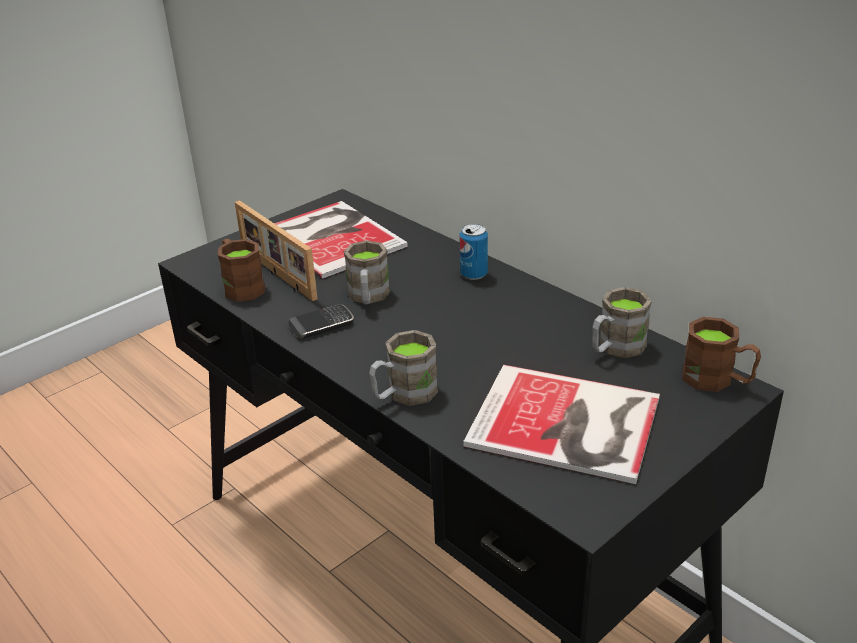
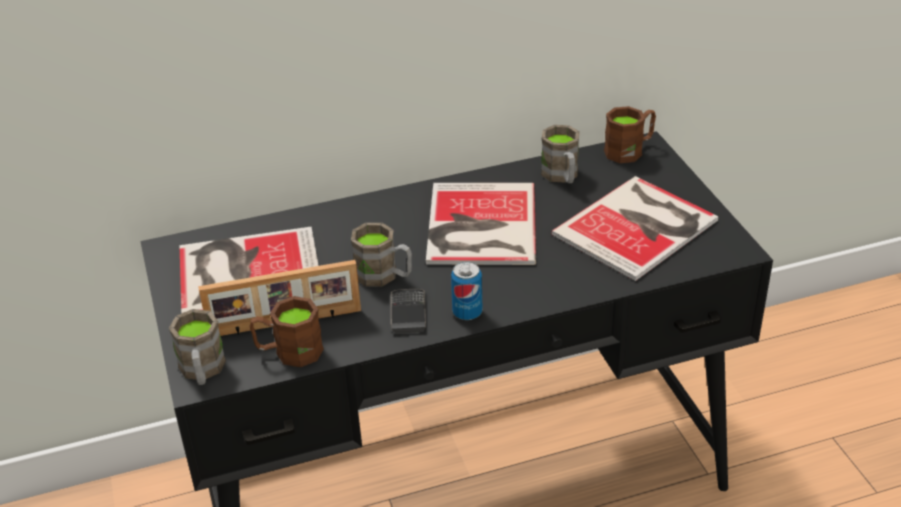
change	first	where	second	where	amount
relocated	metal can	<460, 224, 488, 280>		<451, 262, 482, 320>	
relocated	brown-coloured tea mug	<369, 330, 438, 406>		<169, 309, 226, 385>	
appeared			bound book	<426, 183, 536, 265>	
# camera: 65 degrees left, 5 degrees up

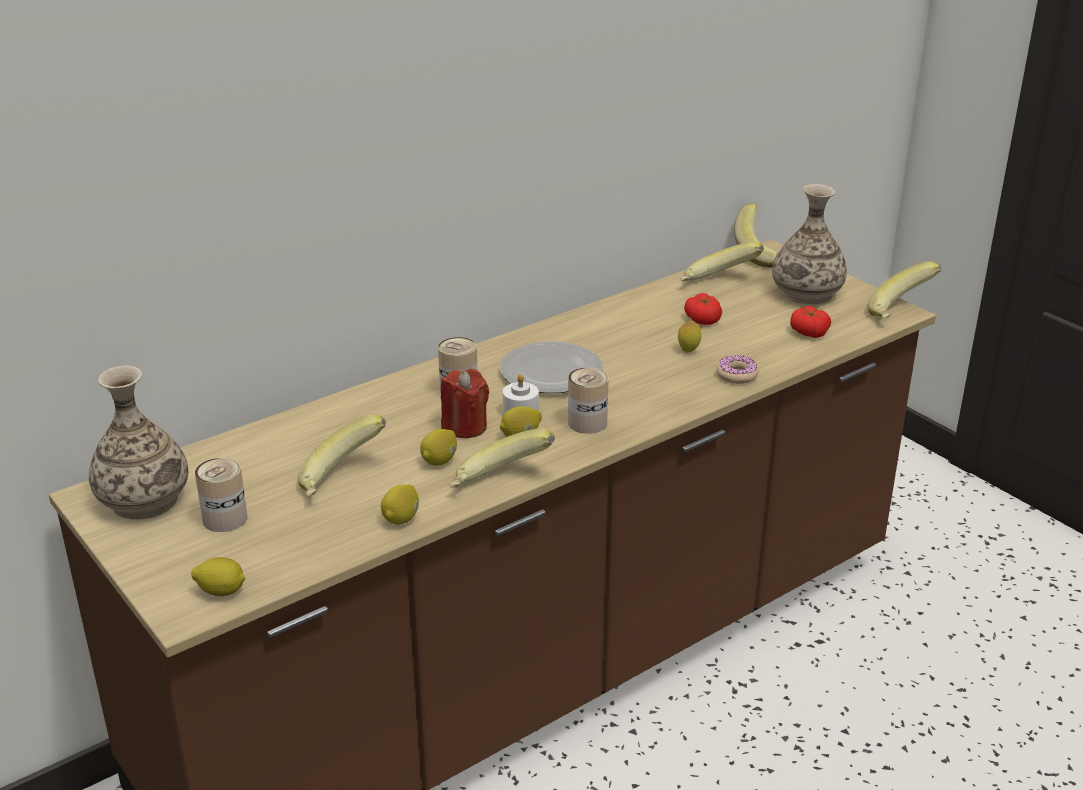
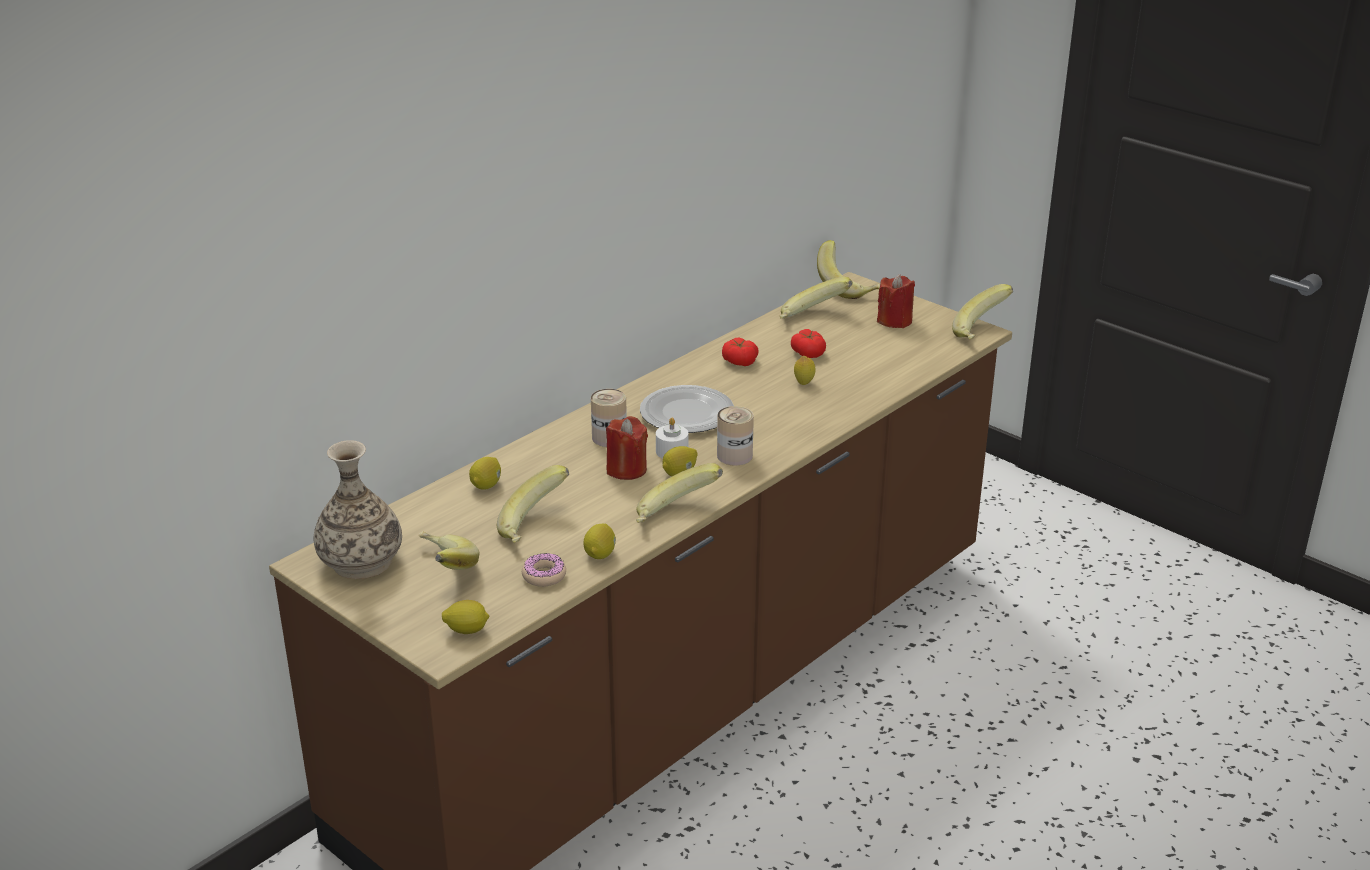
change	first	where	second	where	amount
exchanged	vase	<772, 184, 847, 304>	reddish wax candle	<877, 274, 915, 328>	
relocated	fresh tomato	<790, 306, 831, 338>		<722, 338, 759, 366>	
relocated	doughnut	<717, 355, 759, 384>		<522, 553, 566, 587>	
relocated	whole lemon	<420, 429, 457, 466>		<469, 457, 501, 490>	
exchanged	metal can	<195, 458, 248, 532>	whole banana	<419, 531, 479, 570>	
# camera: 10 degrees left, 0 degrees up

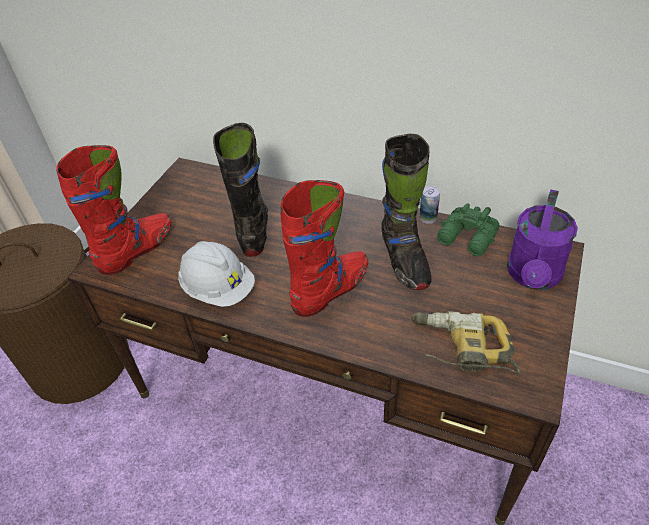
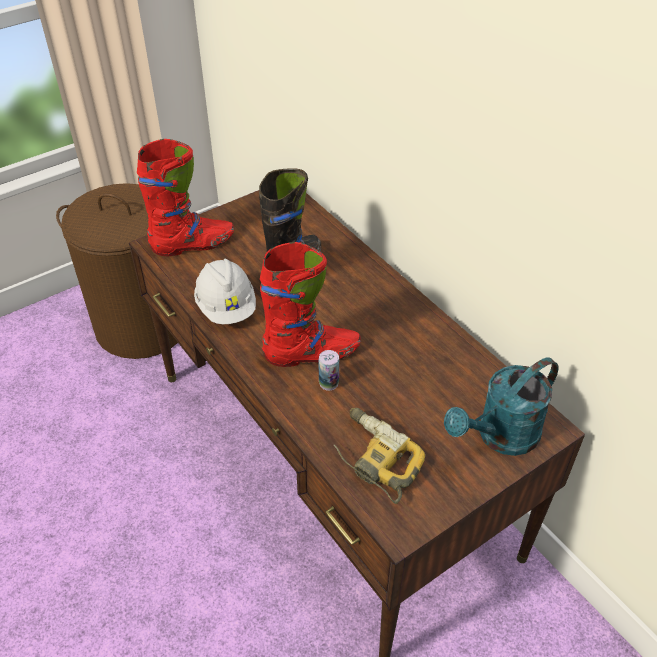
change	first	where	second	where	amount
missing	black high-top boot	<381, 134, 431, 290>			
relocated	metal can	<420, 186, 440, 224>		<319, 350, 339, 391>	
colour	purple watering can	<507, 189, 578, 290>	turquoise-coloured watering can	<444, 357, 559, 456>	
missing	green binoculars	<437, 203, 500, 256>			
# camera: 30 degrees right, 0 degrees up

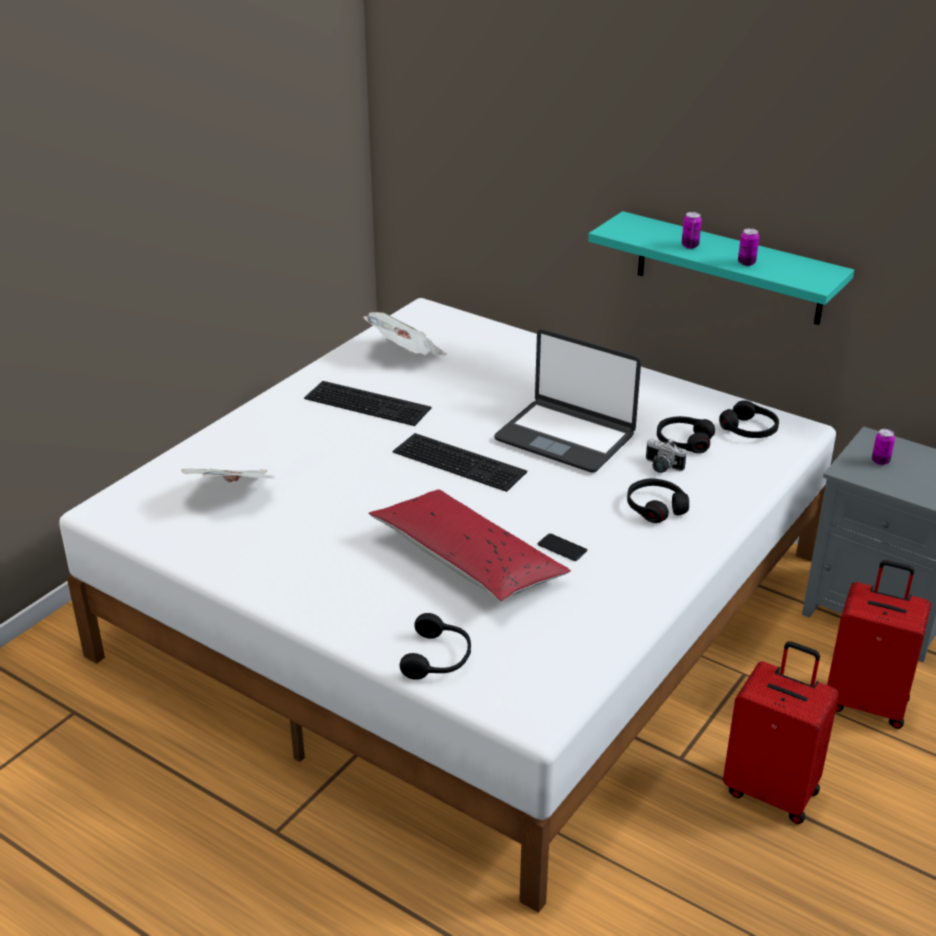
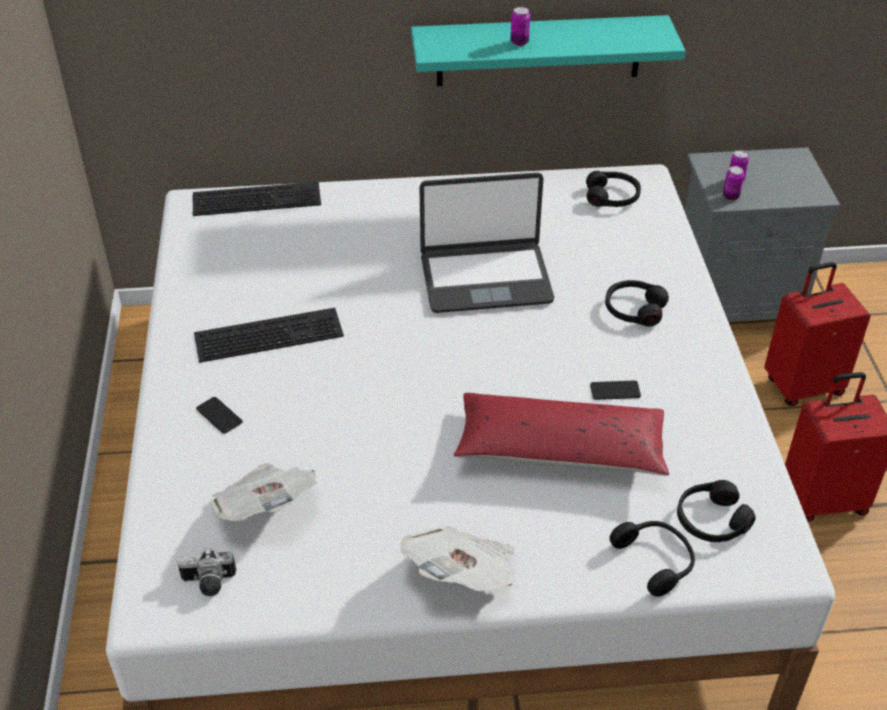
change	first	where	second	where	amount
relocated	metal can	<738, 228, 759, 266>		<723, 166, 744, 201>	
relocated	daily paper	<363, 312, 447, 356>		<401, 526, 516, 591>	
relocated	black headphones	<657, 416, 715, 454>		<677, 480, 756, 542>	
relocated	keyboard	<393, 433, 527, 492>		<193, 182, 321, 216>	
relocated	photo camera	<646, 439, 687, 473>		<178, 548, 237, 596>	
appeared			telephone	<196, 397, 243, 434>	
# camera: 40 degrees left, 10 degrees up

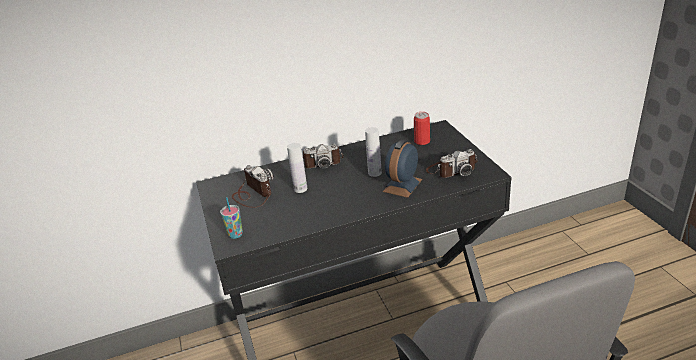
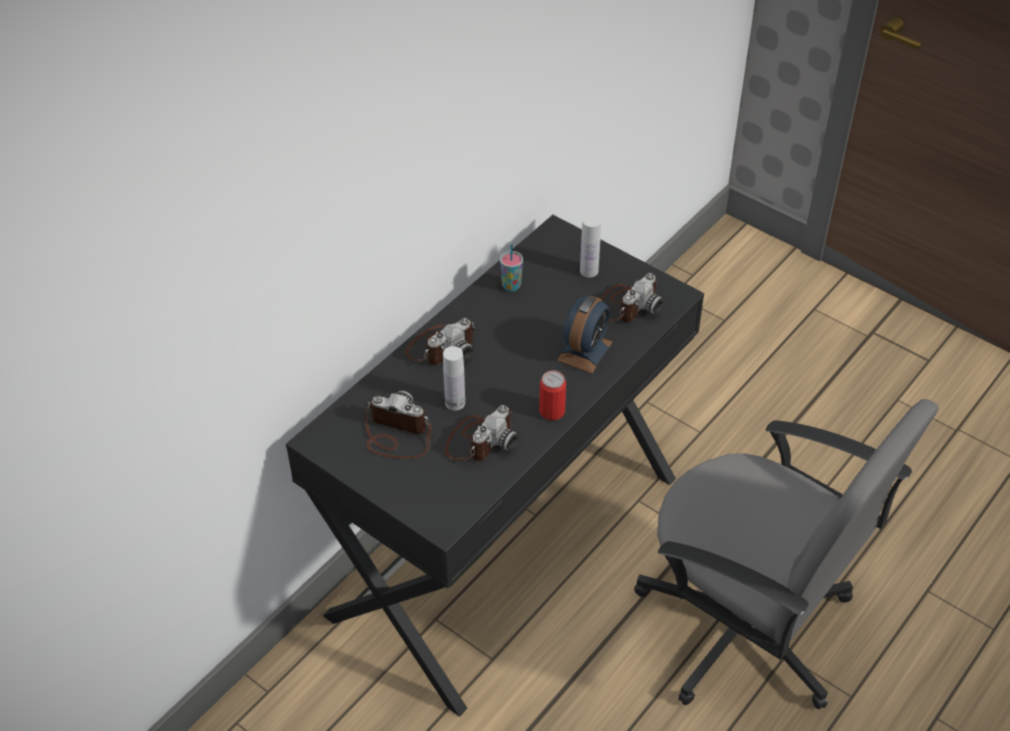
change	first	where	second	where	amount
relocated	metal can	<414, 112, 430, 145>		<539, 370, 566, 420>	
relocated	whitish drink bottle	<365, 127, 382, 177>		<580, 215, 601, 278>	
spun	table clock	<383, 140, 422, 198>		<557, 296, 612, 374>	150 degrees counterclockwise
relocated	small cup	<220, 197, 243, 239>		<500, 244, 523, 292>	
appeared			photo camera	<445, 405, 518, 461>	
# camera: 35 degrees left, 15 degrees up

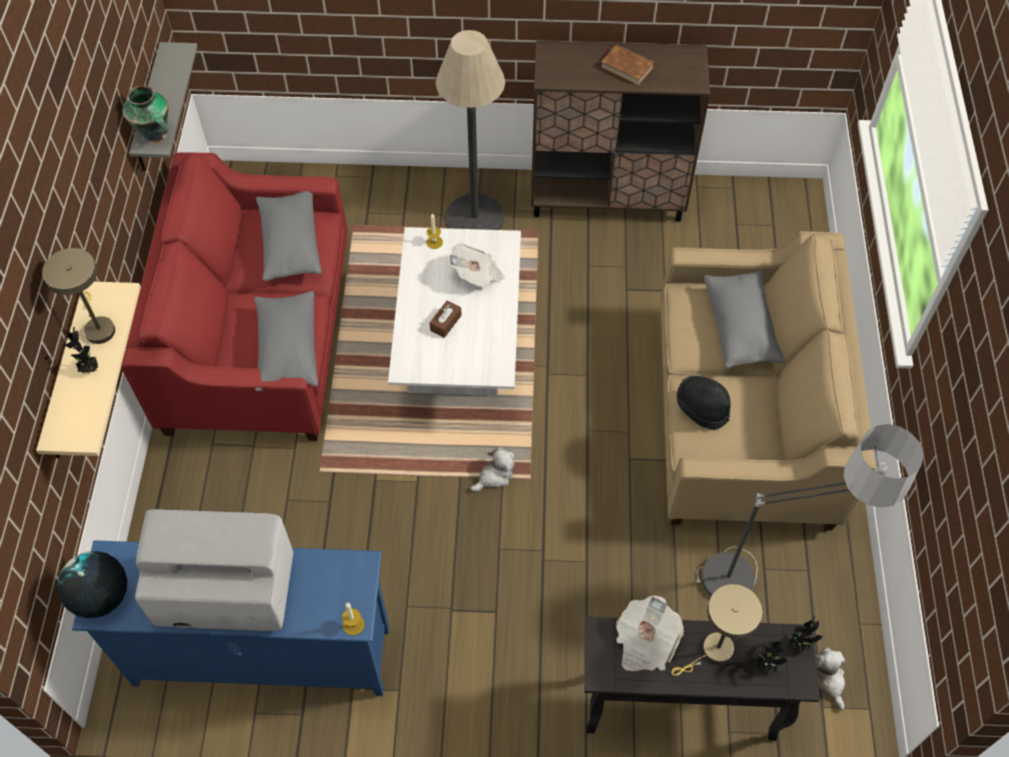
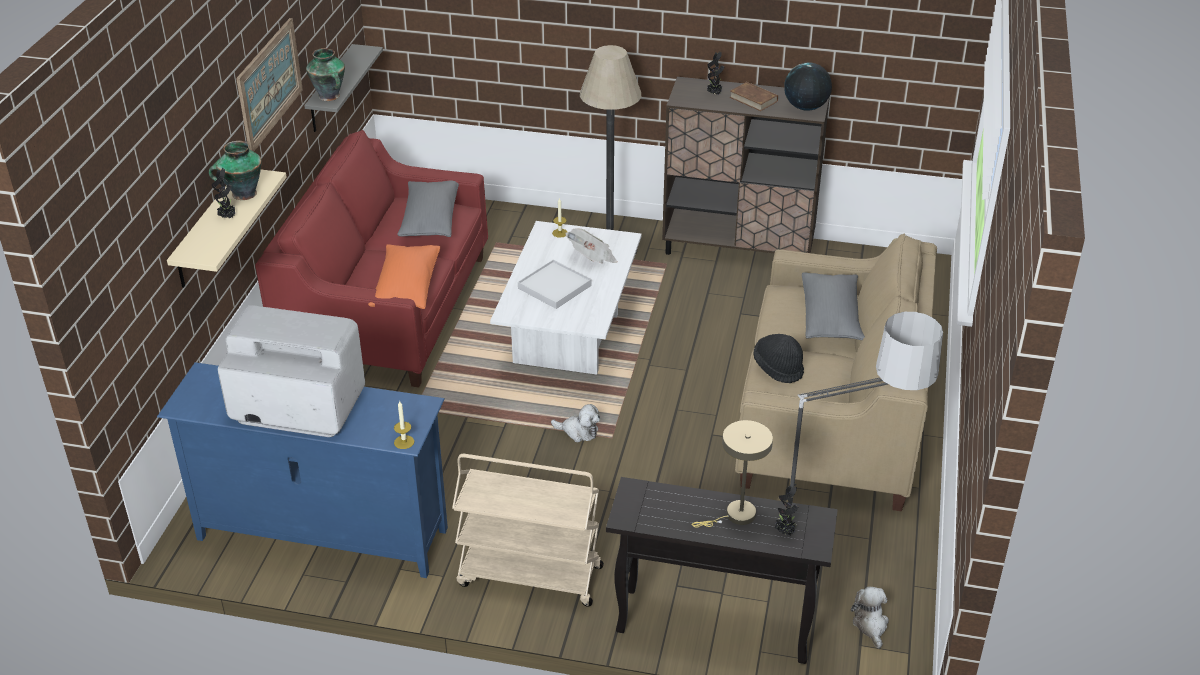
change	first	where	second	where	amount
exchanged	beige-coloured lamp for a table	<42, 248, 115, 344>	vase	<209, 141, 262, 200>	
colour	grey cushion	<254, 291, 318, 391>	orange-coloured cushion	<368, 244, 440, 309>	
exchanged	brown-coloured tissue holder	<430, 301, 462, 338>	whitish carrying tray	<518, 260, 591, 309>	
spun	plush toy	<470, 447, 515, 492>		<551, 404, 600, 442>	45 degrees clockwise
relocated	desk globe	<57, 551, 127, 618>		<784, 63, 832, 111>	
missing	daily paper	<616, 596, 684, 671>			
relocated	plant in a pot	<789, 615, 822, 653>		<707, 51, 725, 95>	
appeared			wall art	<236, 18, 303, 152>	
appeared			beige-coloured cart	<452, 454, 604, 607>	
# camera: 10 degrees right, 20 degrees down

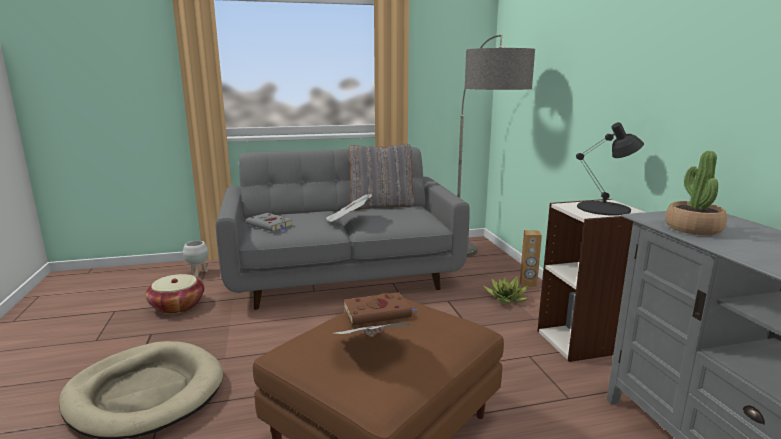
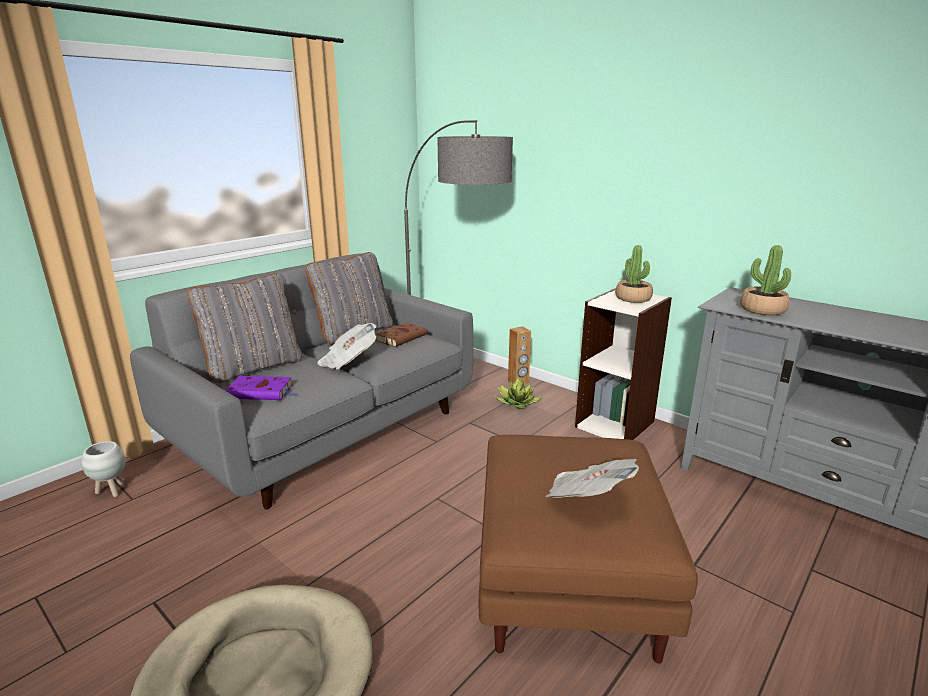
change	first	where	second	where	amount
exchanged	black lamp for a table	<576, 122, 644, 216>	plant in a pot	<616, 245, 653, 303>	
colour	grey bound book	<247, 213, 293, 232>	purple bound book	<225, 376, 296, 400>	
missing	household basket	<145, 274, 204, 314>			
relocated	brown-coloured bound book	<344, 292, 417, 325>		<376, 323, 427, 347>	
appeared			grey cushion	<187, 273, 302, 383>	
# camera: 35 degrees left, 5 degrees up

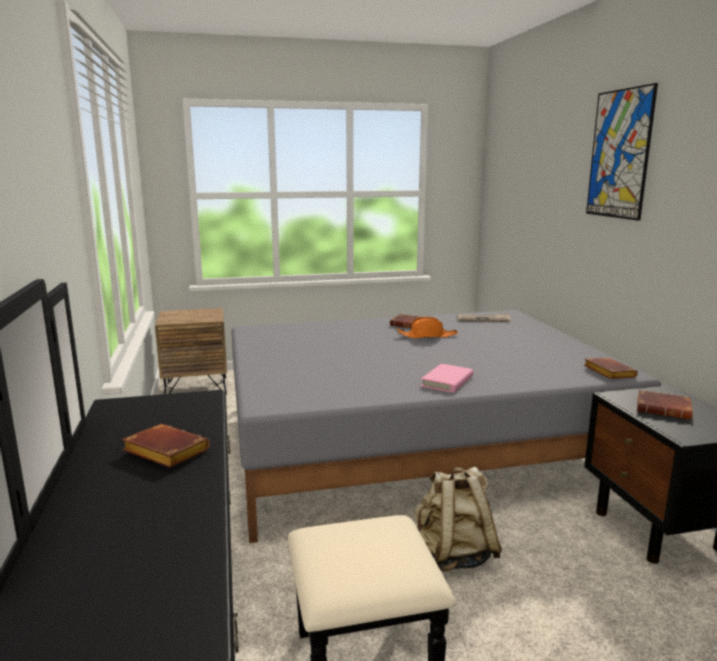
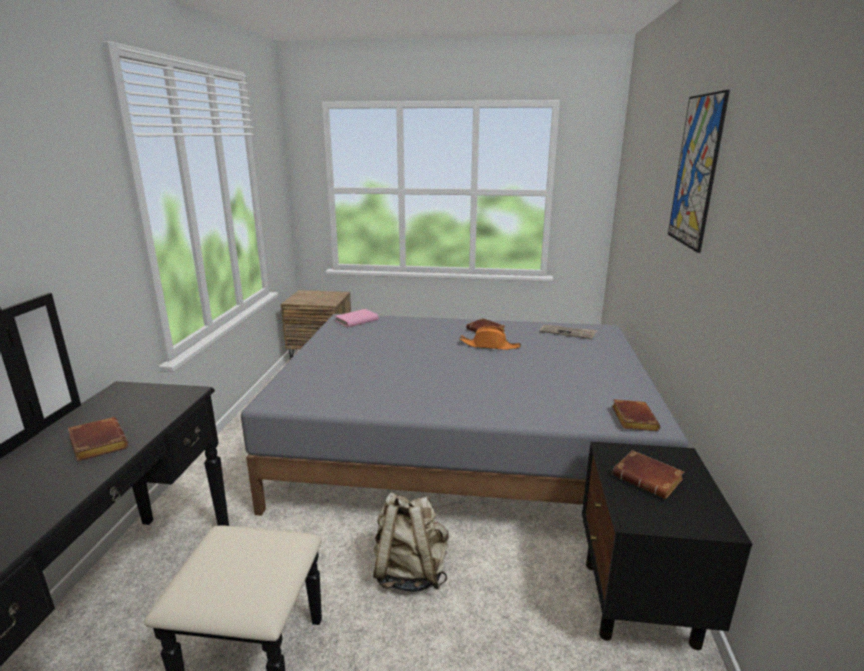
change	first	where	second	where	amount
relocated	pink bound book	<421, 364, 473, 393>		<335, 309, 379, 327>	
# camera: 20 degrees right, 5 degrees up

